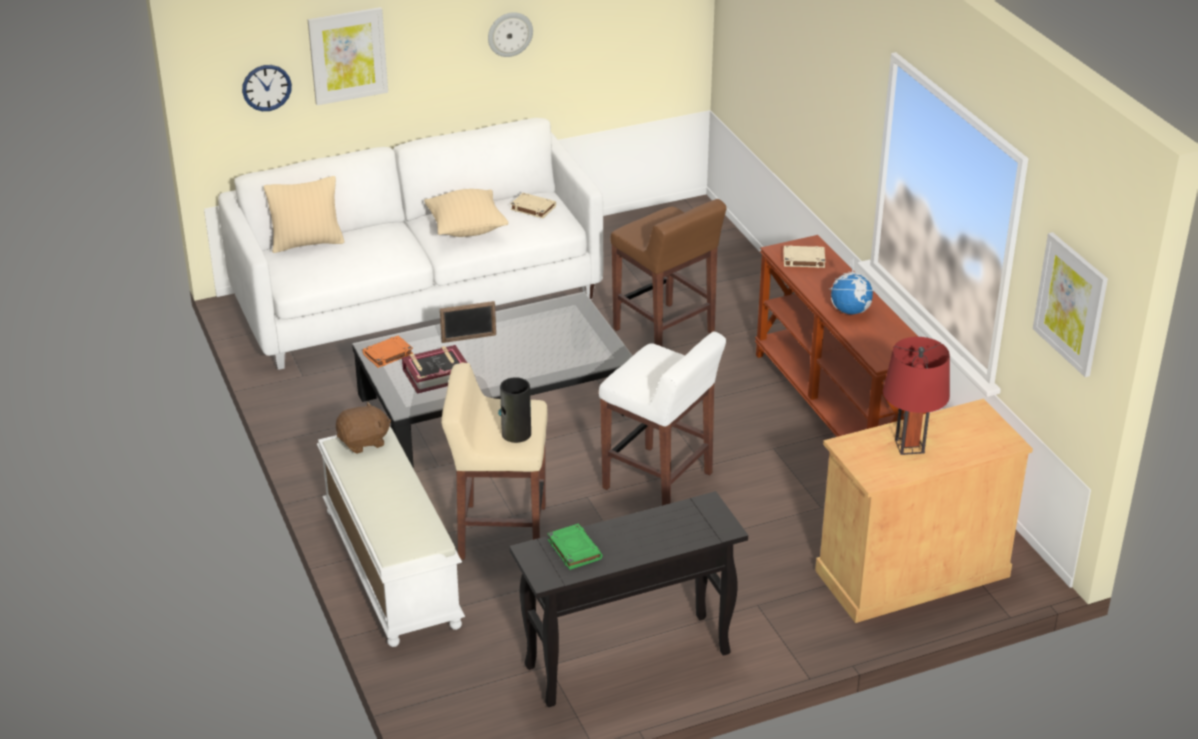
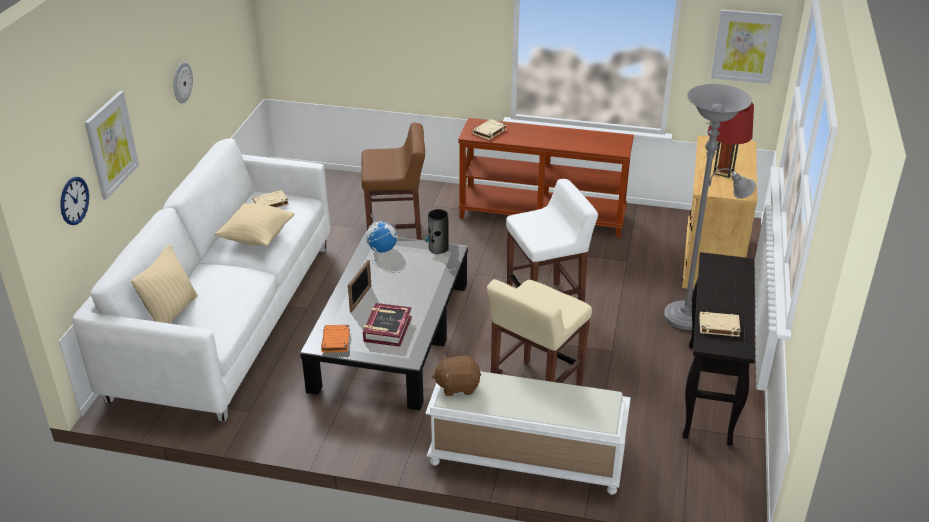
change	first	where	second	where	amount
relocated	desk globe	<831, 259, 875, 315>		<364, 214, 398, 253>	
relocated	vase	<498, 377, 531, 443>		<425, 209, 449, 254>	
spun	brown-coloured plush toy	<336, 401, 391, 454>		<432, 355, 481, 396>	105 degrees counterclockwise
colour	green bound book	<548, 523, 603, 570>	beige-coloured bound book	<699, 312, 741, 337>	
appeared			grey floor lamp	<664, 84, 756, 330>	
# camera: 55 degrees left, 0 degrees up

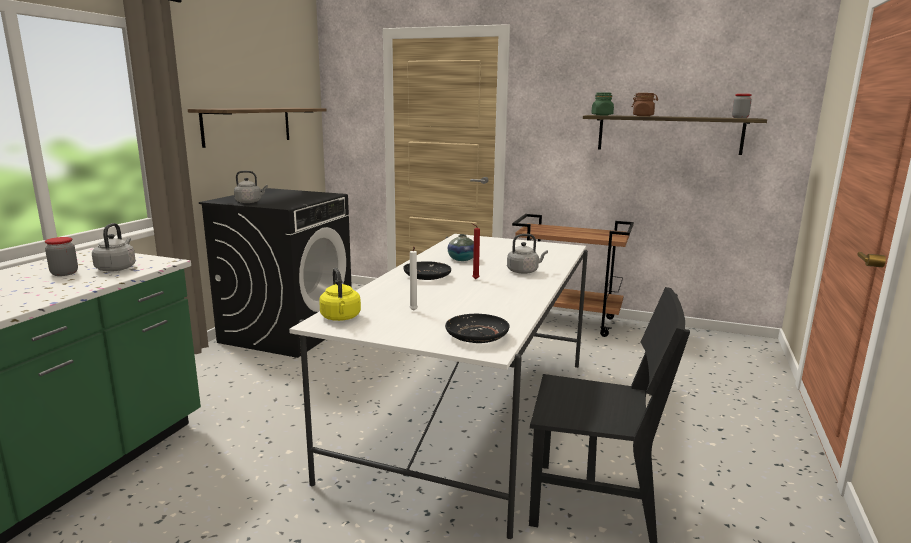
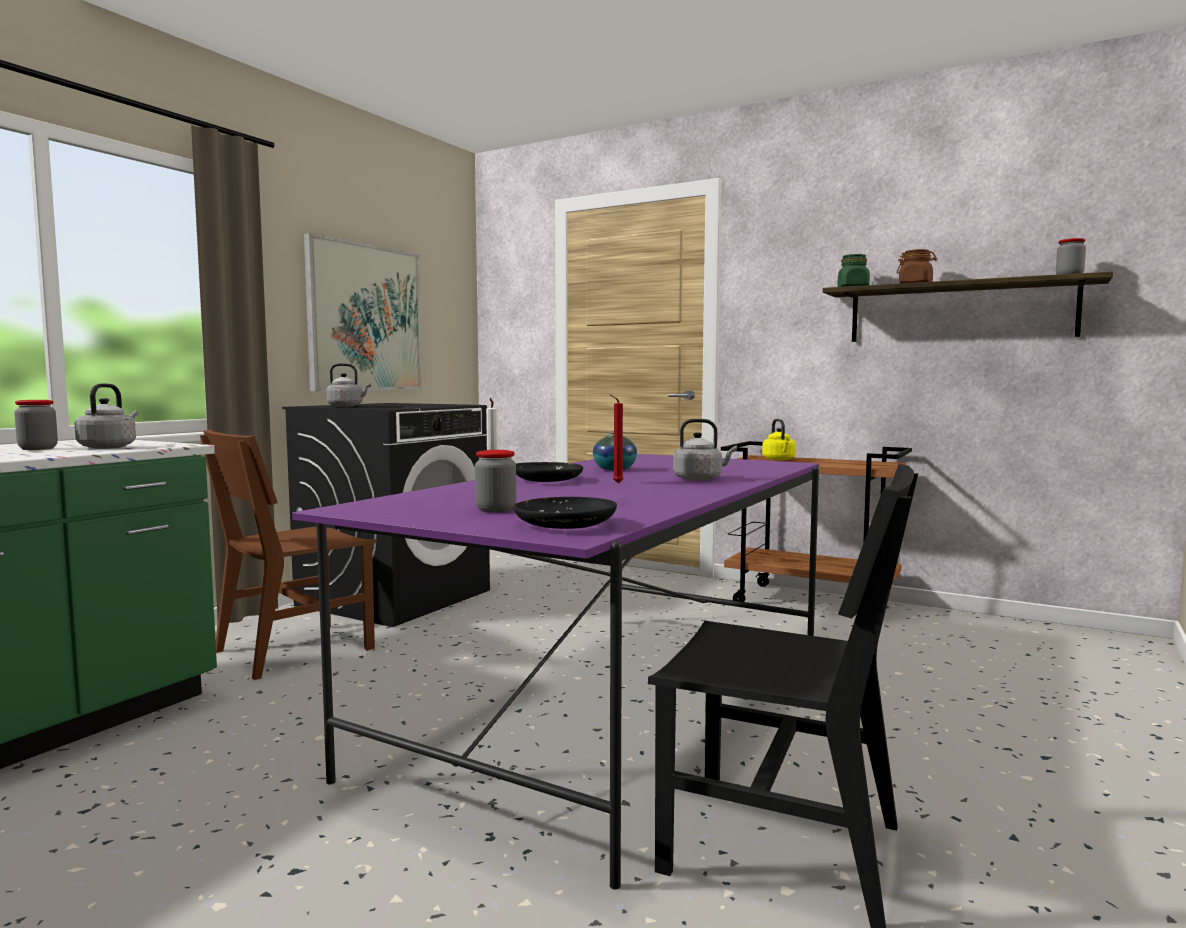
change	first	where	second	where	amount
exchanged	shelf	<188, 108, 327, 148>	wall art	<304, 233, 422, 391>	
colour	whitish kitchen table	<289, 234, 588, 539>	purple kitchen table	<292, 454, 819, 889>	
relocated	yellow-coloured water kettle	<319, 268, 361, 321>		<762, 419, 796, 460>	
appeared			brown-coloured upright chair	<200, 430, 377, 680>	
appeared			storage jar	<475, 450, 516, 513>	
# camera: 10 degrees right, 10 degrees down

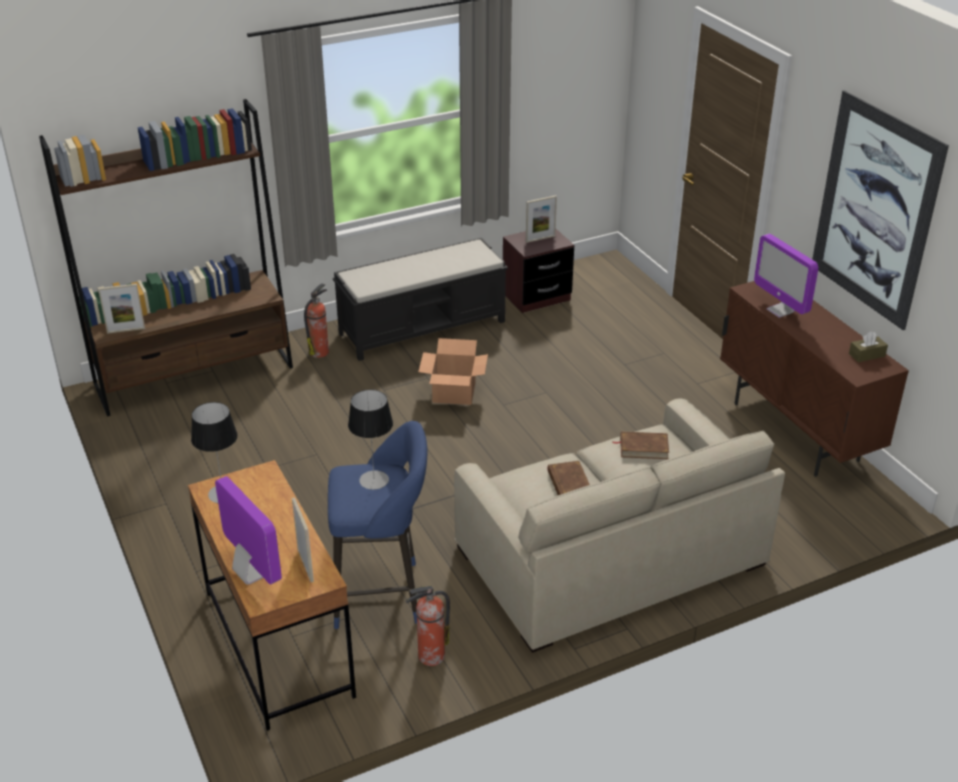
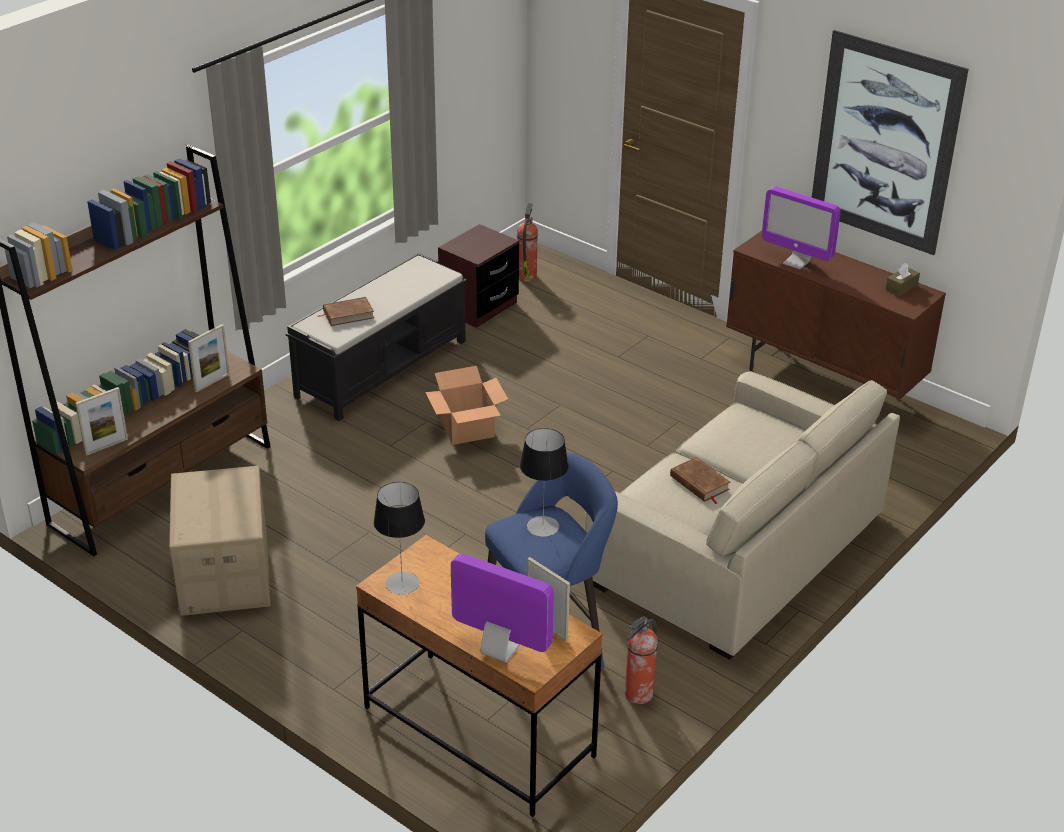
change	first	where	second	where	amount
relocated	picture frame	<526, 195, 557, 243>		<188, 324, 230, 392>	
relocated	fire-fighting cylinder	<304, 283, 329, 358>		<517, 203, 538, 281>	
relocated	brown-coloured bound book	<612, 431, 669, 459>		<318, 297, 374, 326>	
appeared			carton	<169, 466, 270, 616>	
# camera: 25 degrees left, 0 degrees up

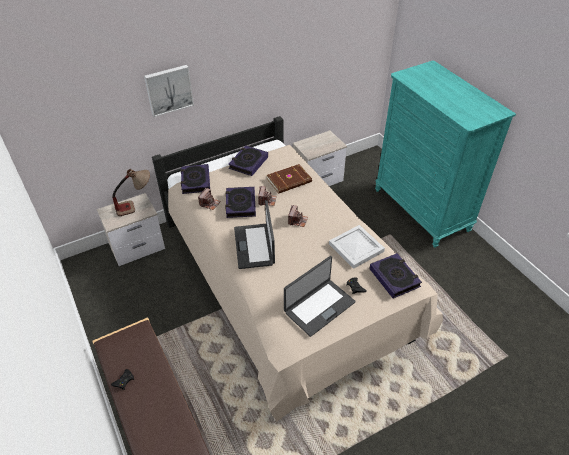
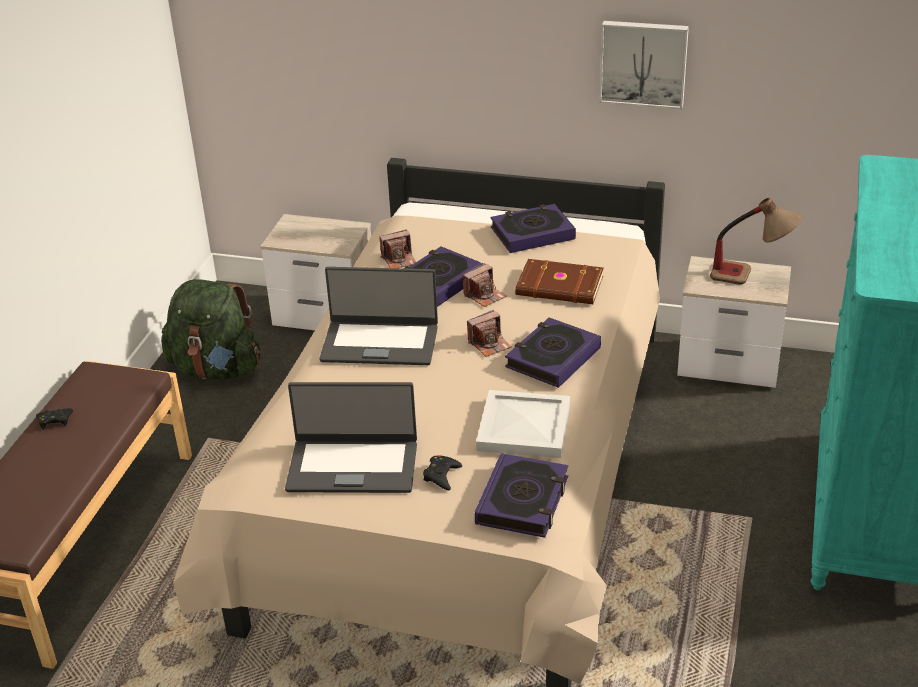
change	first	where	second	where	amount
relocated	wall art	<144, 65, 194, 117>		<600, 21, 689, 109>	
relocated	bound book	<181, 164, 210, 194>		<505, 317, 601, 388>	
relocated	lamp for a table	<112, 169, 150, 216>		<710, 198, 802, 285>	
spun	portable computer	<234, 200, 275, 269>		<319, 267, 438, 365>	120 degrees counterclockwise
appeared			green rucksack	<161, 279, 260, 380>	
# camera: 45 degrees right, 10 degrees down

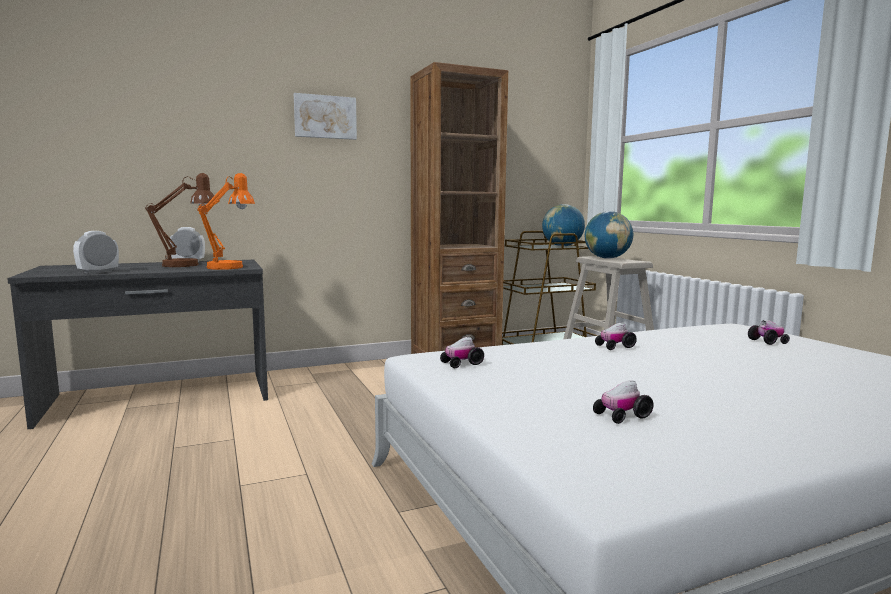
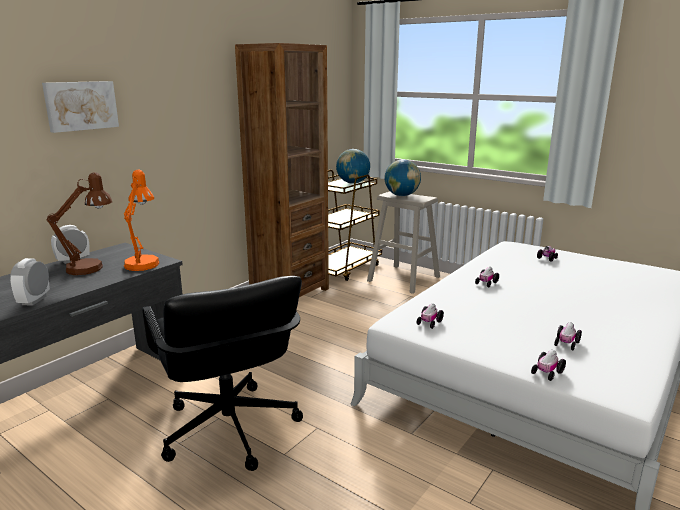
change	first	where	second	where	amount
relocated	wall art	<294, 93, 357, 140>		<42, 81, 119, 133>	
appeared			black office chair	<142, 276, 303, 471>	
appeared			miniature car	<531, 350, 566, 381>	
# camera: 30 degrees left, 10 degrees up

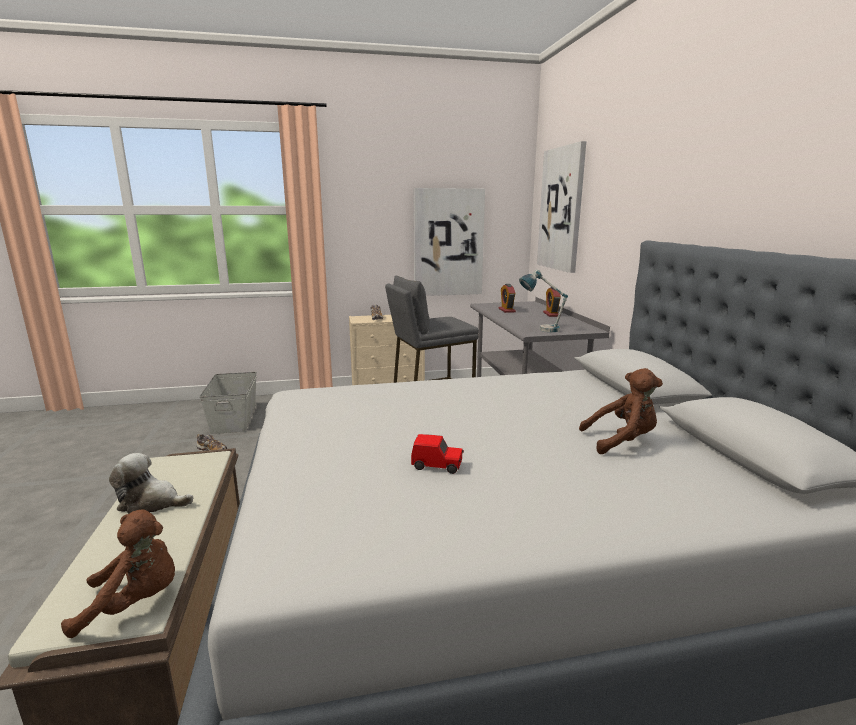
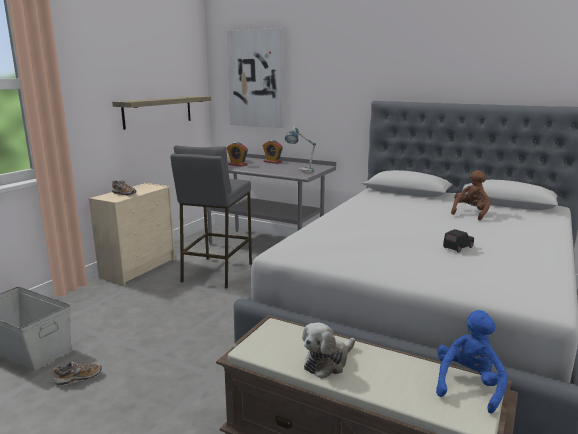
change	first	where	second	where	amount
exchanged	wall art	<413, 188, 485, 296>	shelf	<112, 96, 211, 130>	
colour	reddish miniature car	<411, 434, 464, 474>	black miniature car	<443, 229, 474, 253>	
colour	brown-coloured plush toy	<61, 509, 175, 638>	blue plush toy	<436, 310, 508, 414>	
# camera: 50 degrees left, 0 degrees up

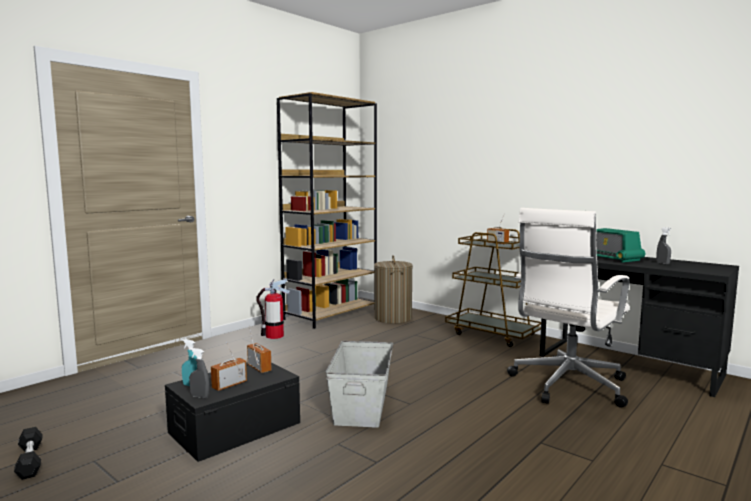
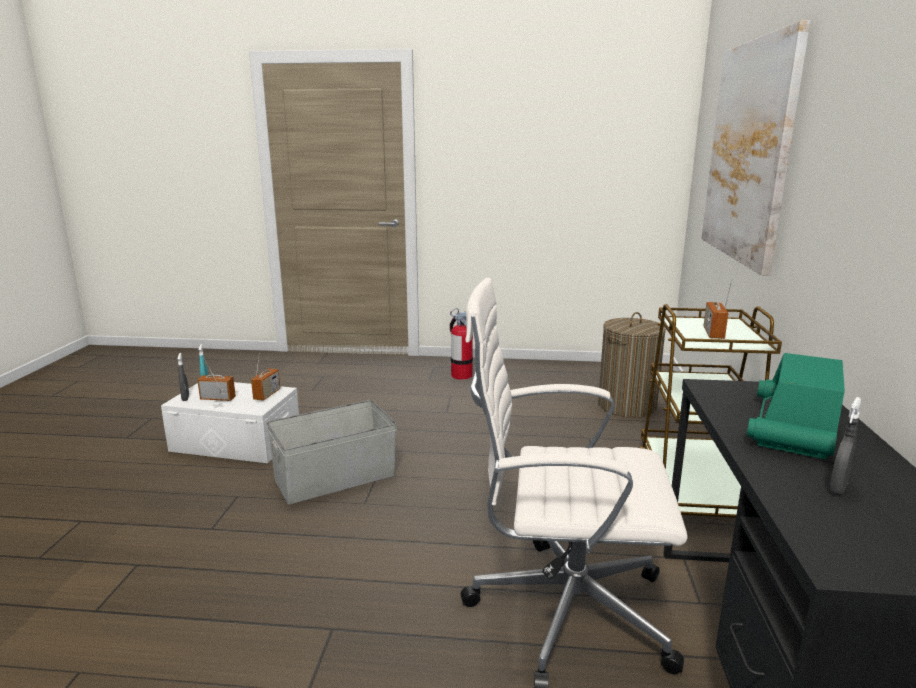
change	first	where	second	where	amount
missing	brown-coloured shelving unit	<277, 92, 377, 329>			
colour	black storage container	<165, 362, 300, 462>	whitish storage container	<161, 382, 299, 463>	
missing	black hand weight	<14, 427, 43, 480>			
appeared			wall art	<701, 20, 810, 276>	
# camera: 55 degrees right, 10 degrees up

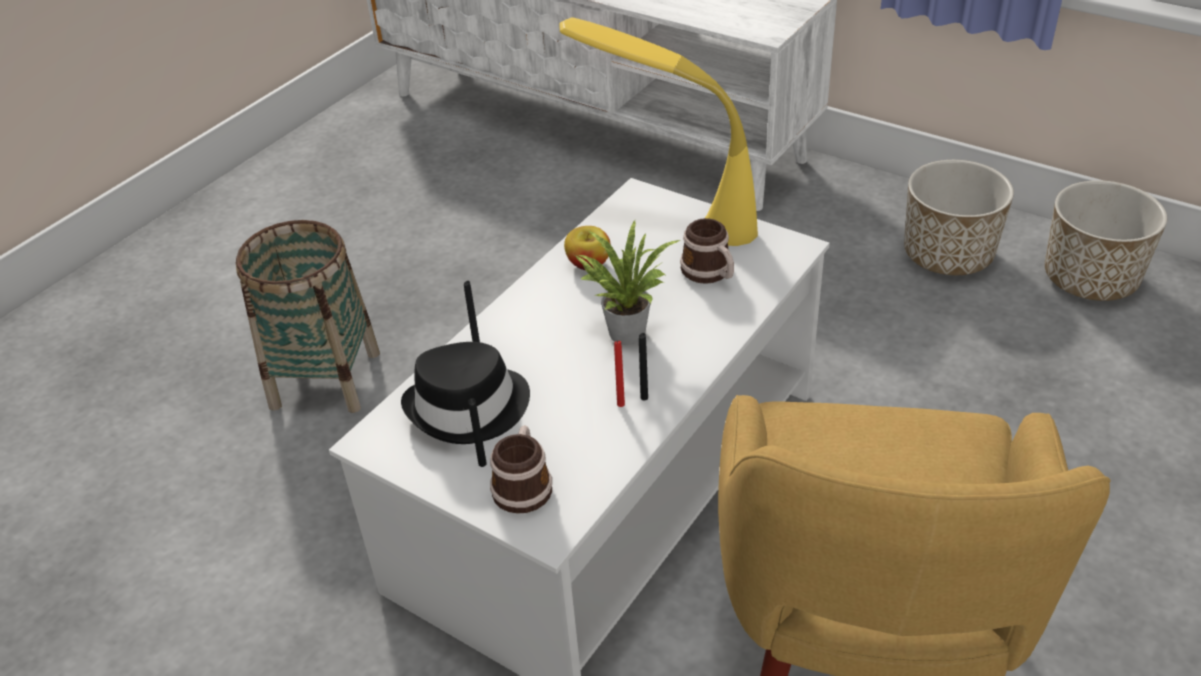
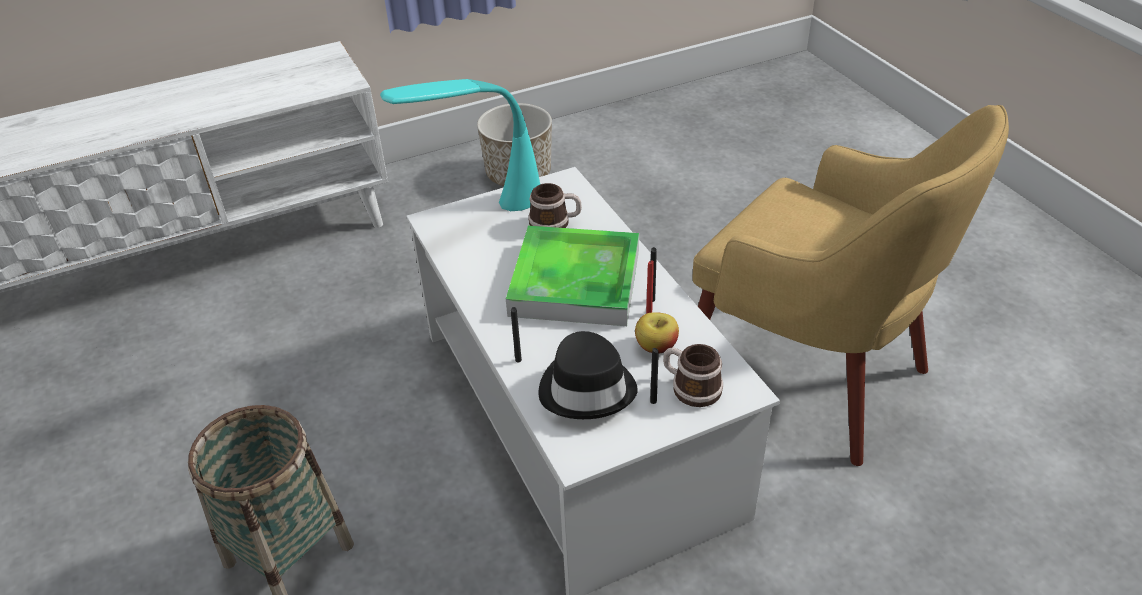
change	first	where	second	where	amount
colour	yellow-coloured lamp for a table	<559, 17, 758, 246>	turquoise-coloured lamp for a table	<380, 79, 540, 211>	
missing	planter	<1045, 180, 1167, 301>			
exchanged	plant in a pot	<575, 220, 680, 345>	carrying tray	<506, 226, 639, 326>	
relocated	apple	<564, 226, 611, 270>		<635, 312, 679, 353>	
# camera: 60 degrees left, 0 degrees up

